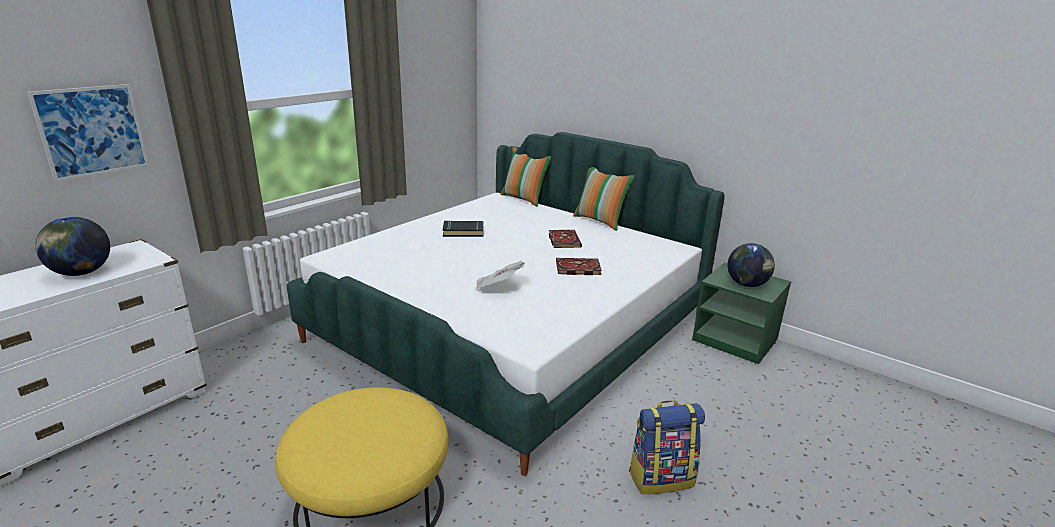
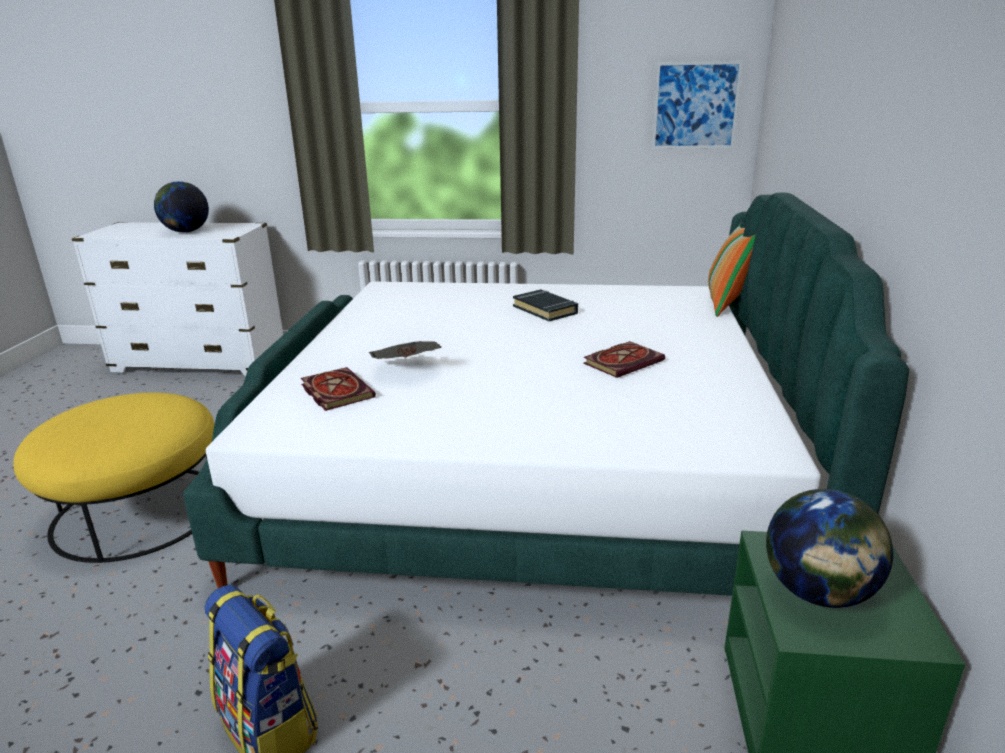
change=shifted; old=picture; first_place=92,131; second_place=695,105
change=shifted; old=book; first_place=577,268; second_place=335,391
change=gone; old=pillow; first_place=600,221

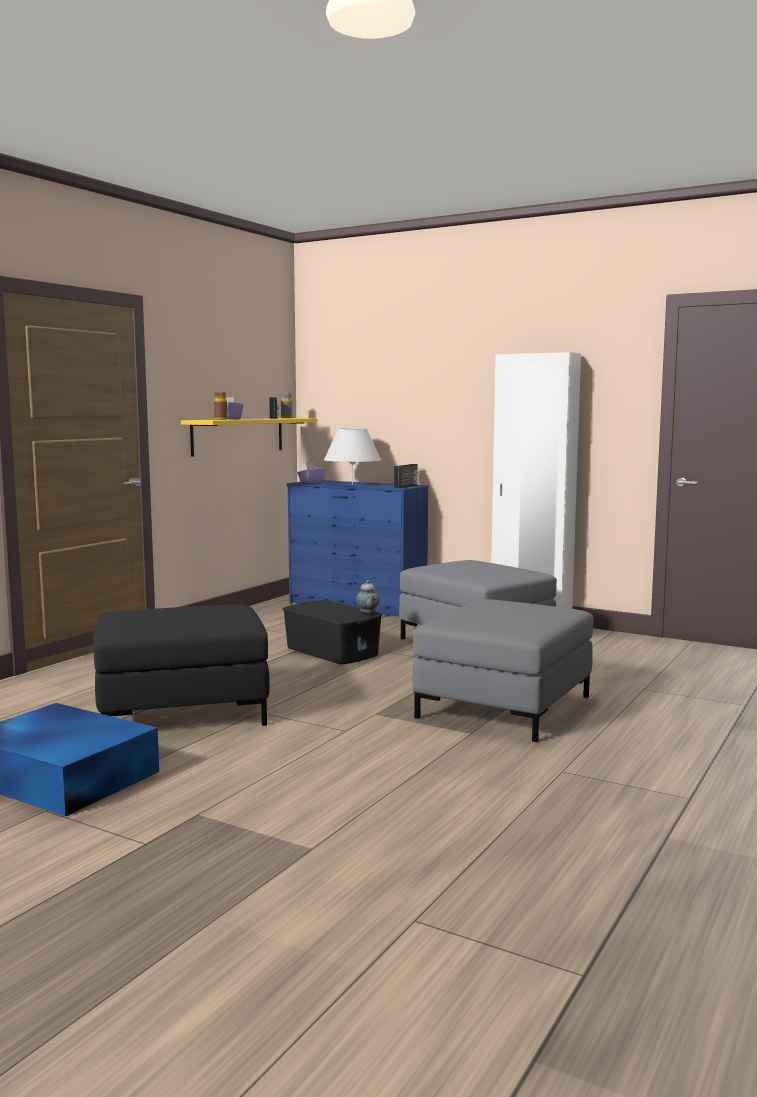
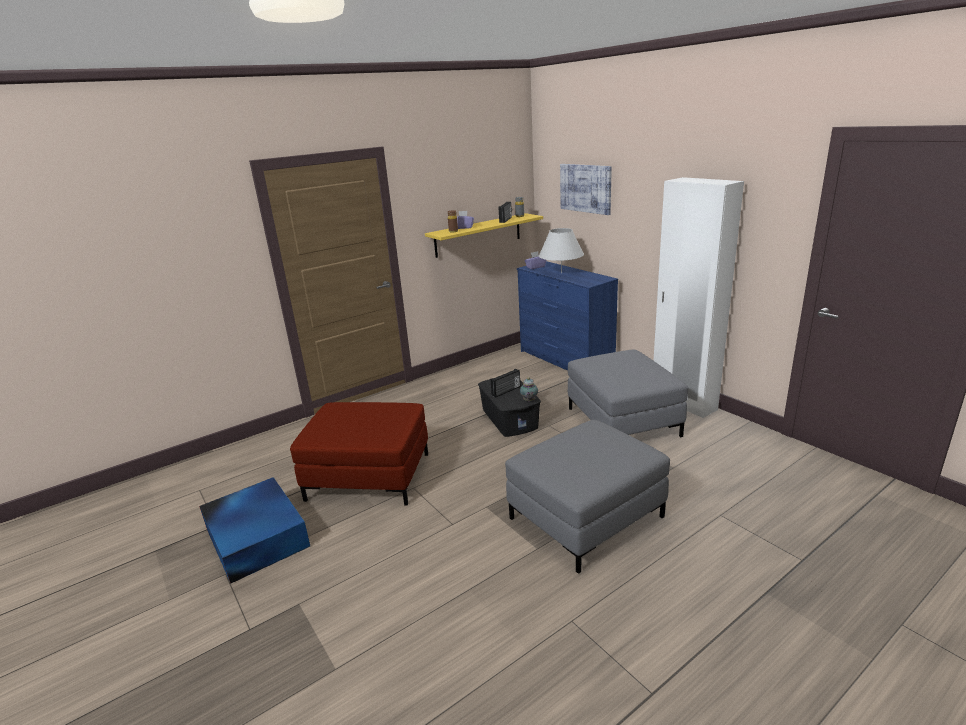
change=repainted; old=black ottoman; new=red ottoman; first_place=183,710; second_place=370,476
change=shifted; old=radio; first_place=406,486; second_place=506,391
change=new; new=picture; second_place=585,188

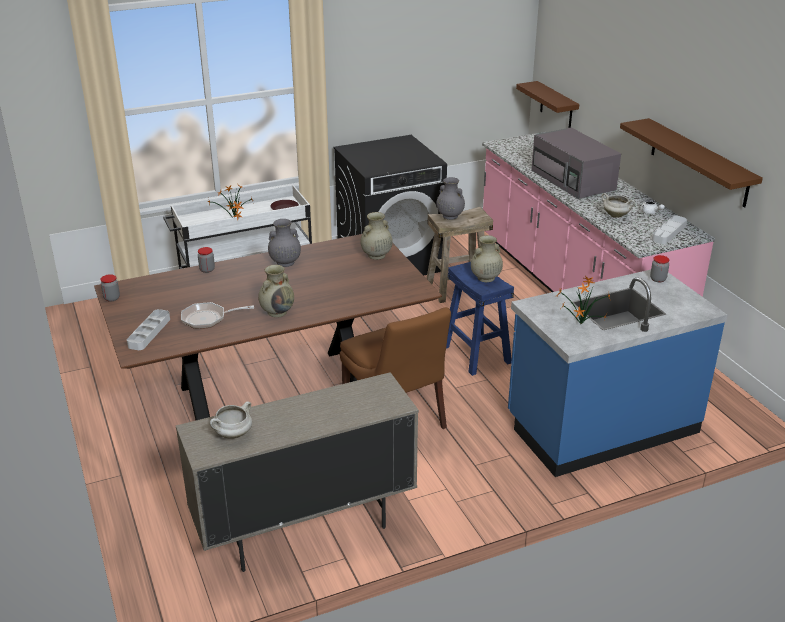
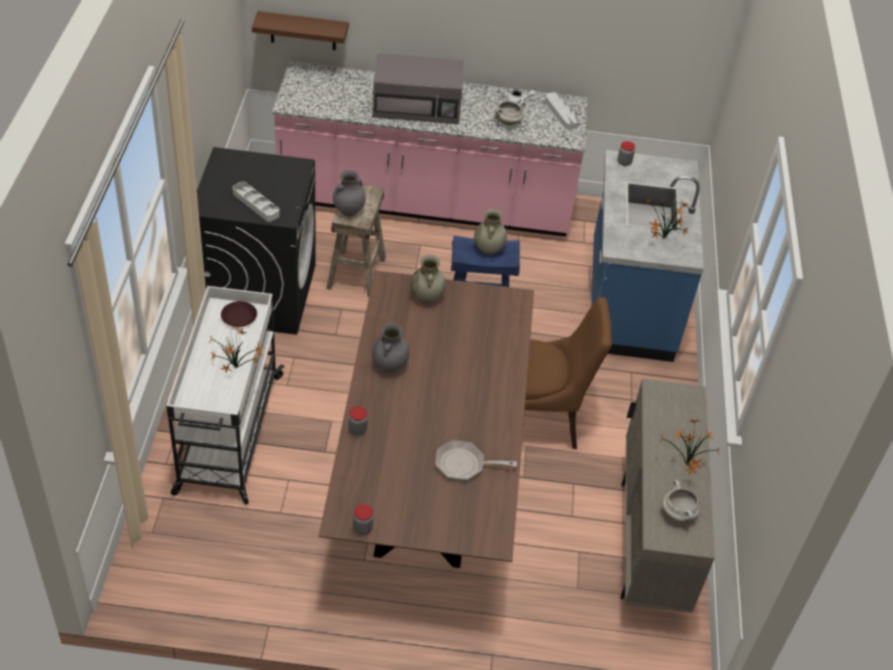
change=shifted; old=grey tray; first_place=149,332; second_place=256,204
change=rotated; old=frying pan; first_place=208,319; second_place=464,464; degrees=75
change=gone; old=beige vase; first_place=277,312
change=gone; old=brown shelf; first_place=699,162
change=new; new=potted plant; second_place=686,466

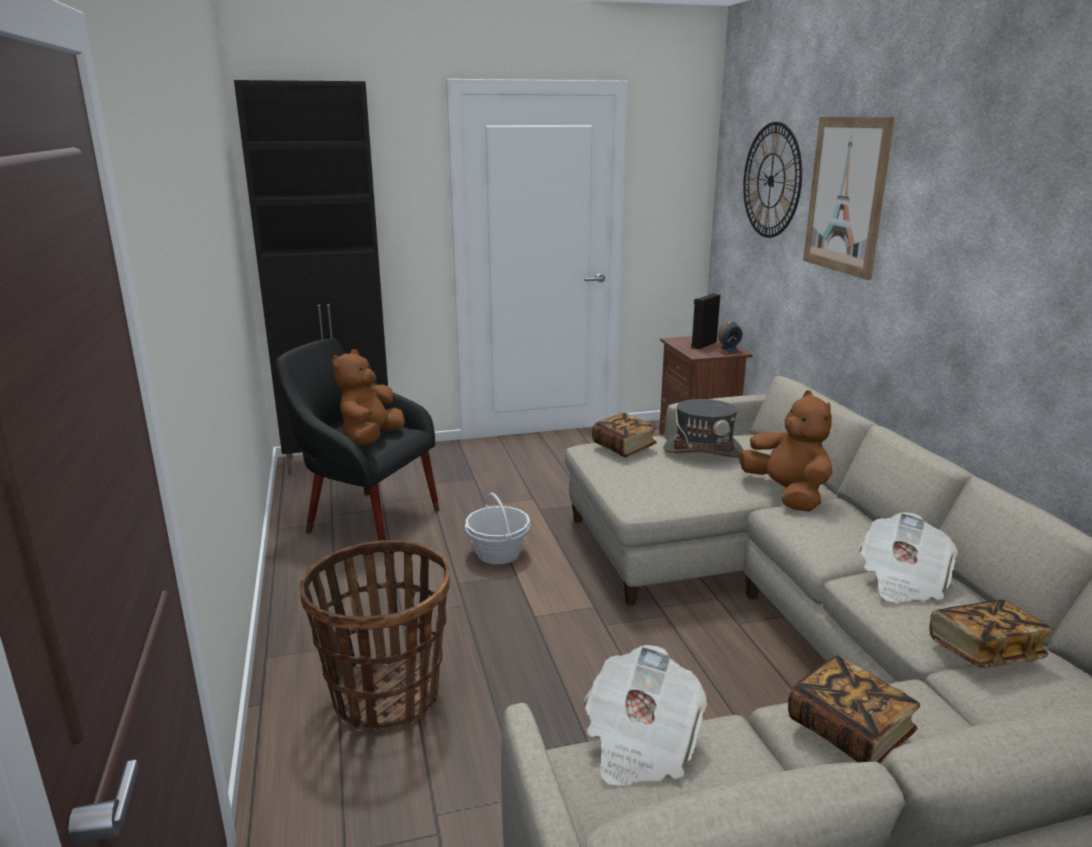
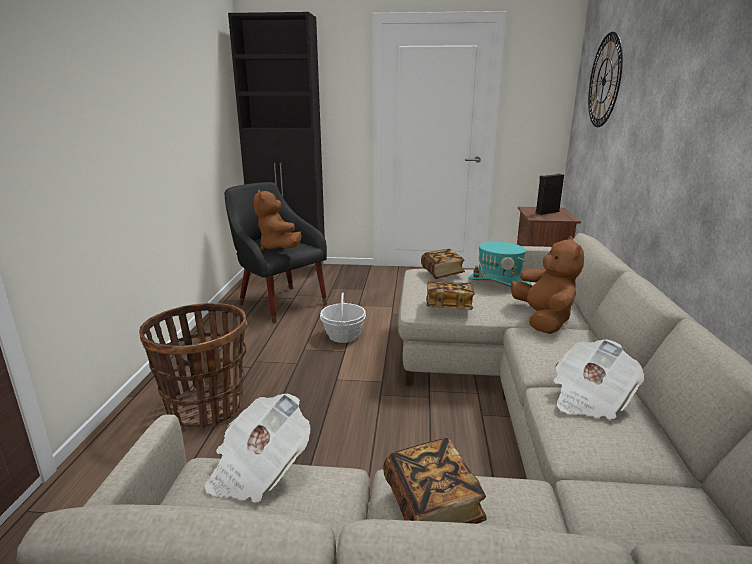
change=rotated; old=brown plush toy; first_place=371,439; second_place=278,248; degrees=-60
change=repainted; old=grey hat; new=turquoise hat; first_place=703,451; second_place=499,282
change=gone; old=alarm clock; first_place=728,351
change=gone; old=picture; first_place=846,195
change=shifted; old=book; first_place=984,651; second_place=448,306

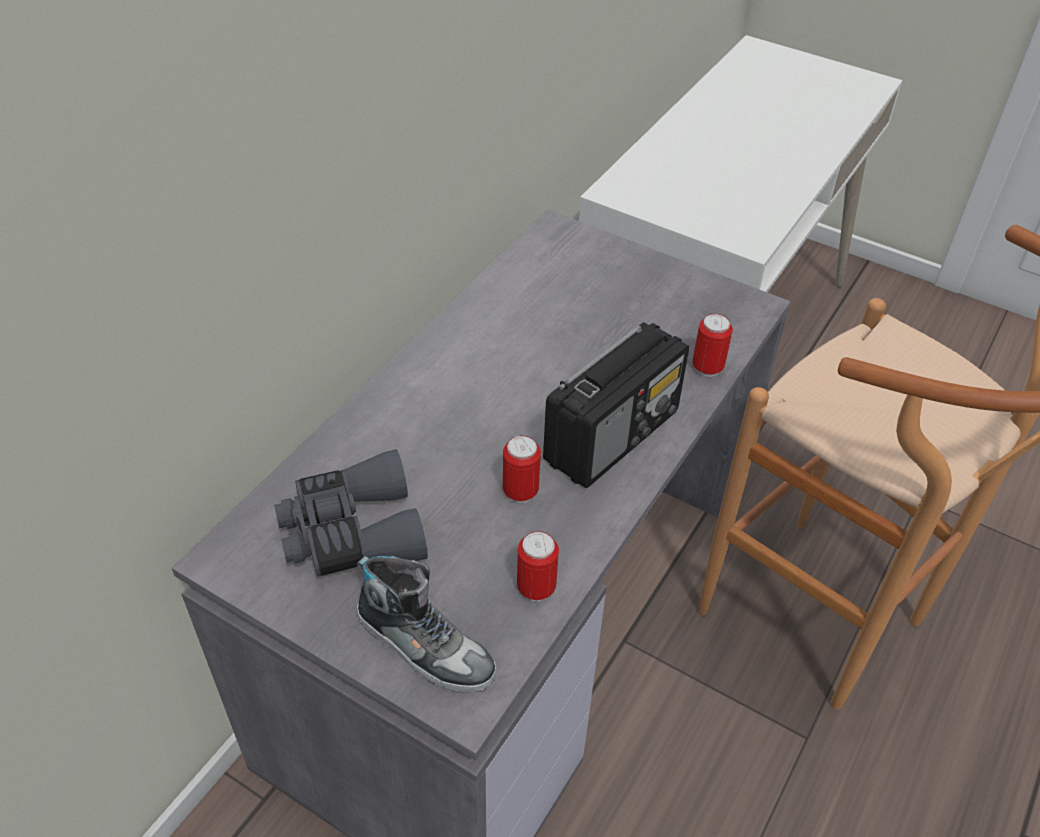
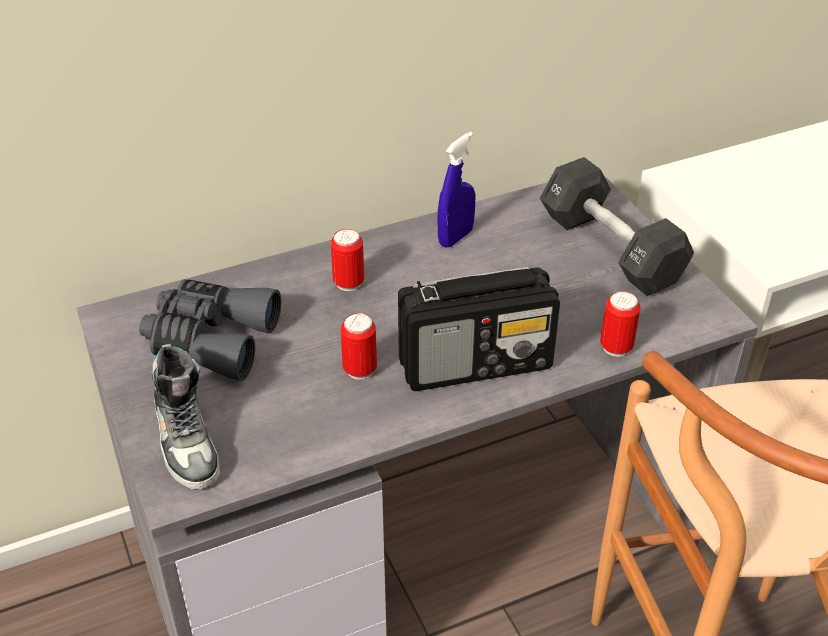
change=shifted; old=can; first_place=536,588; second_place=348,283
change=new; new=blue spray bottle; second_place=455,237
change=new; new=black dumbbell; second_place=610,249

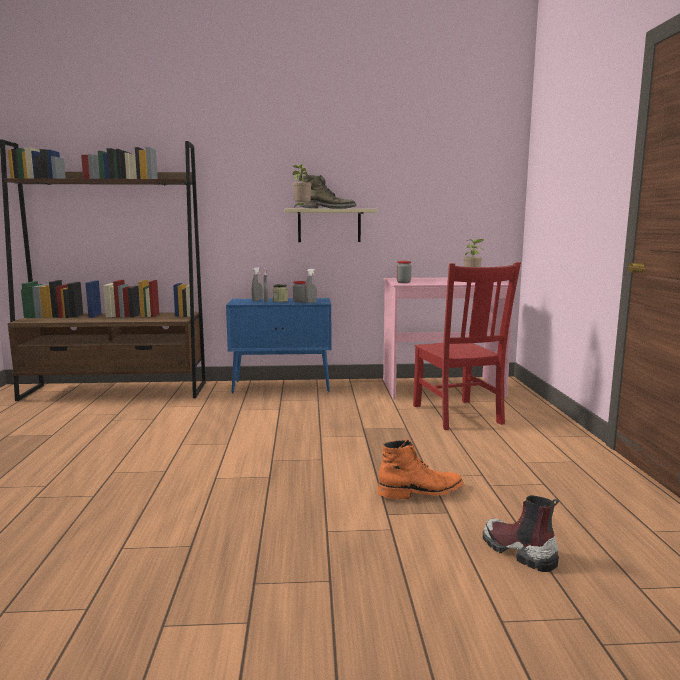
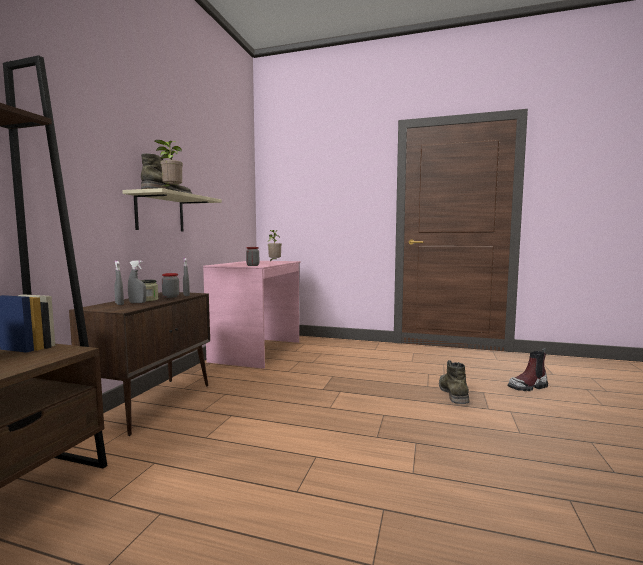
change=repainted; old=blue cabinet; new=brown cabinet; first_place=282,386; second_place=154,403
change=repainted; old=orange boot; new=green boot; first_place=421,492; second_place=453,393
change=gone; old=red chair; first_place=458,415

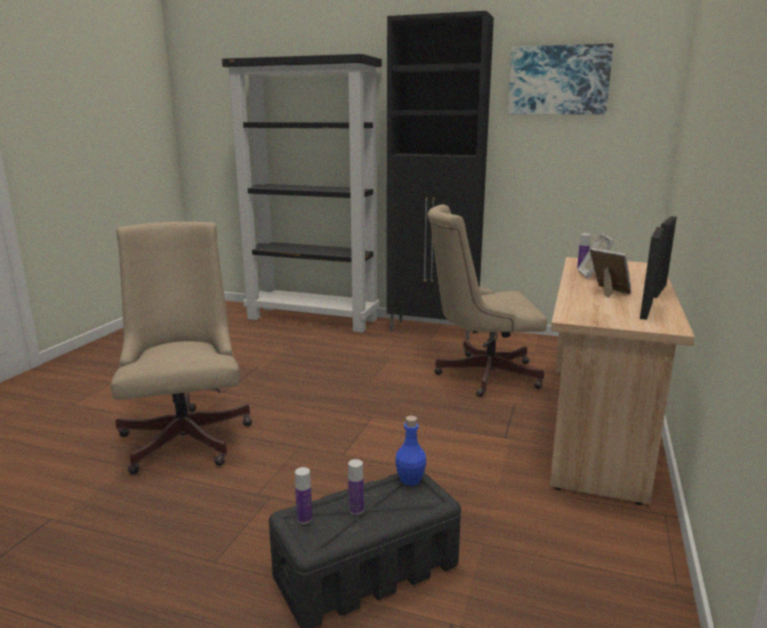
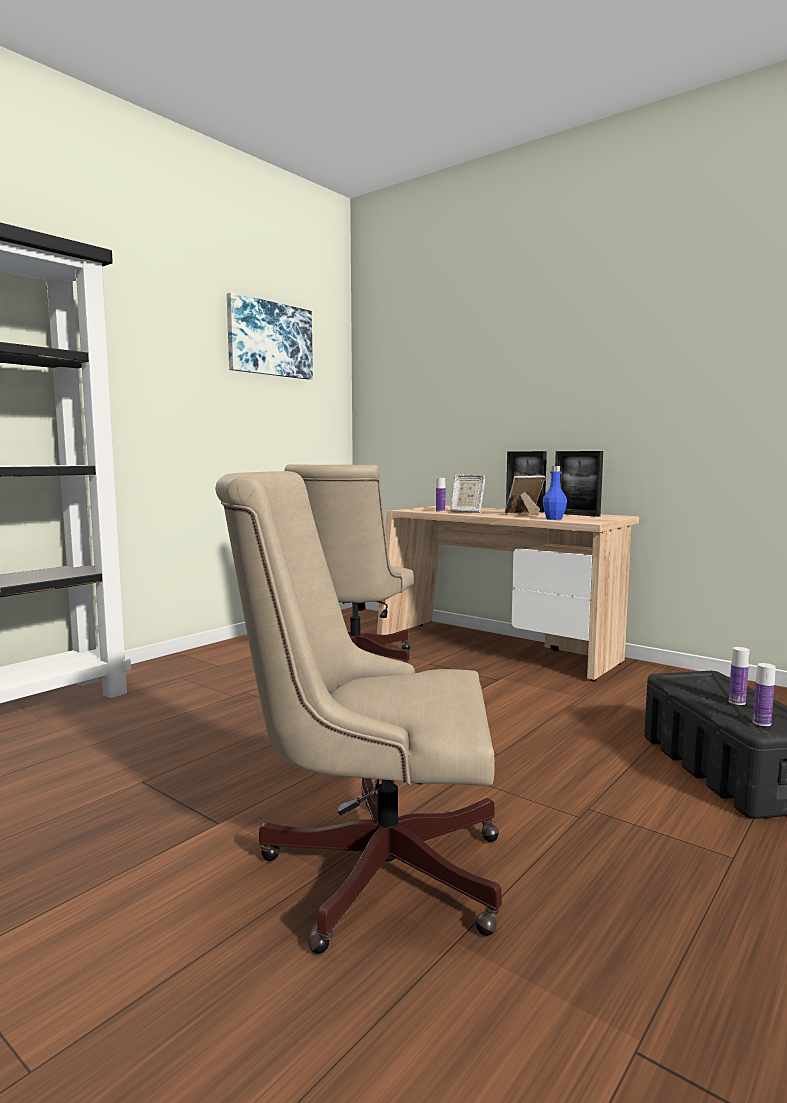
change=gone; old=black cabinet; first_place=433,330
change=shifted; old=blue bottle; first_place=410,480; second_place=554,519

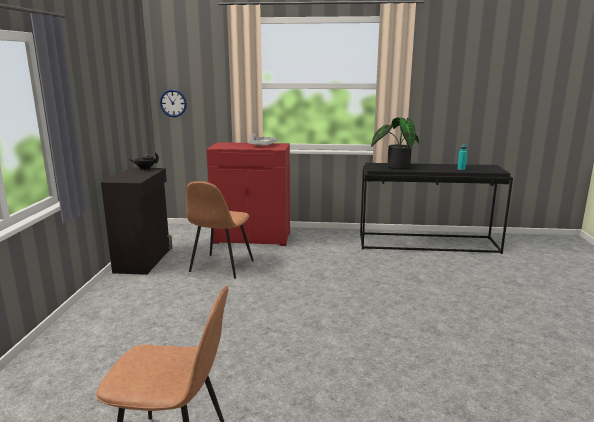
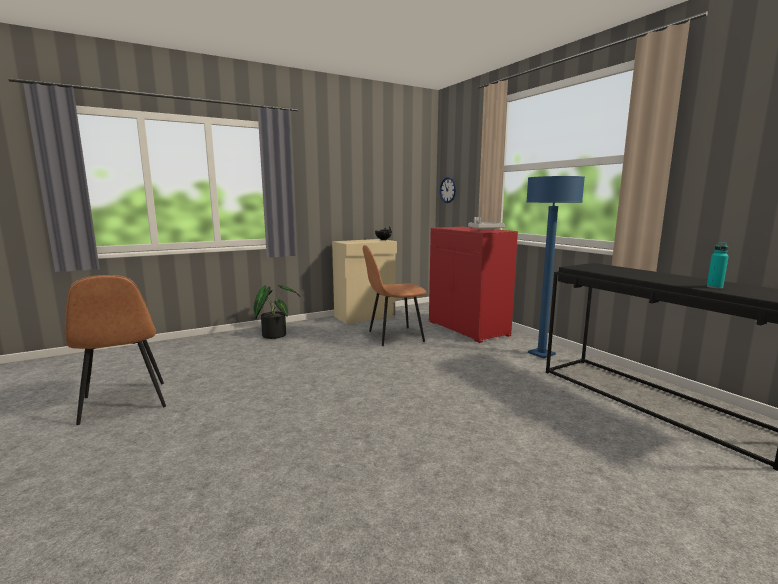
change=repainted; old=black cabinet; new=beige cabinet; first_place=144,260; second_place=365,316
change=shifted; old=potted plant; first_place=395,167; second_place=274,334
change=new; new=blue floor lamp; second_place=541,354

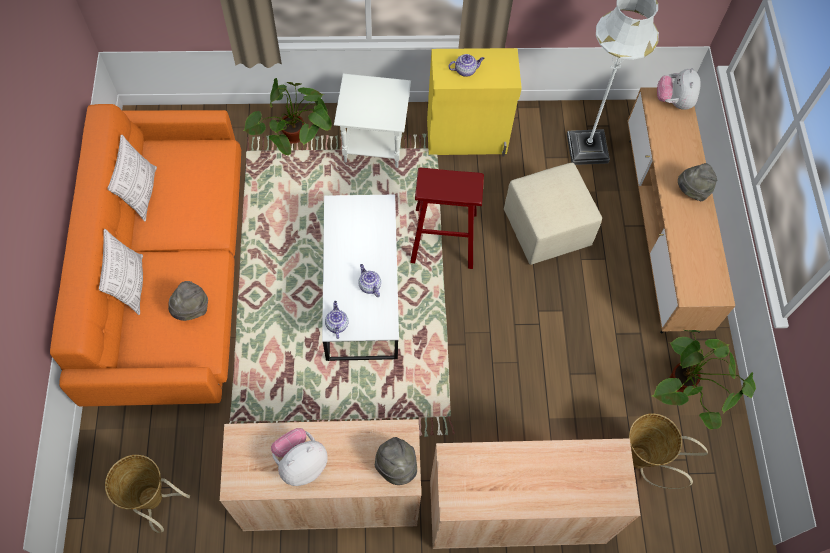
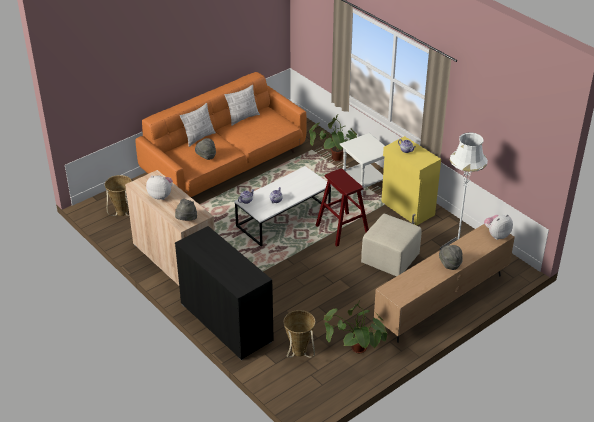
change=repainted; old=beige cabinet; new=black cabinet; first_place=516,511; second_place=226,322

